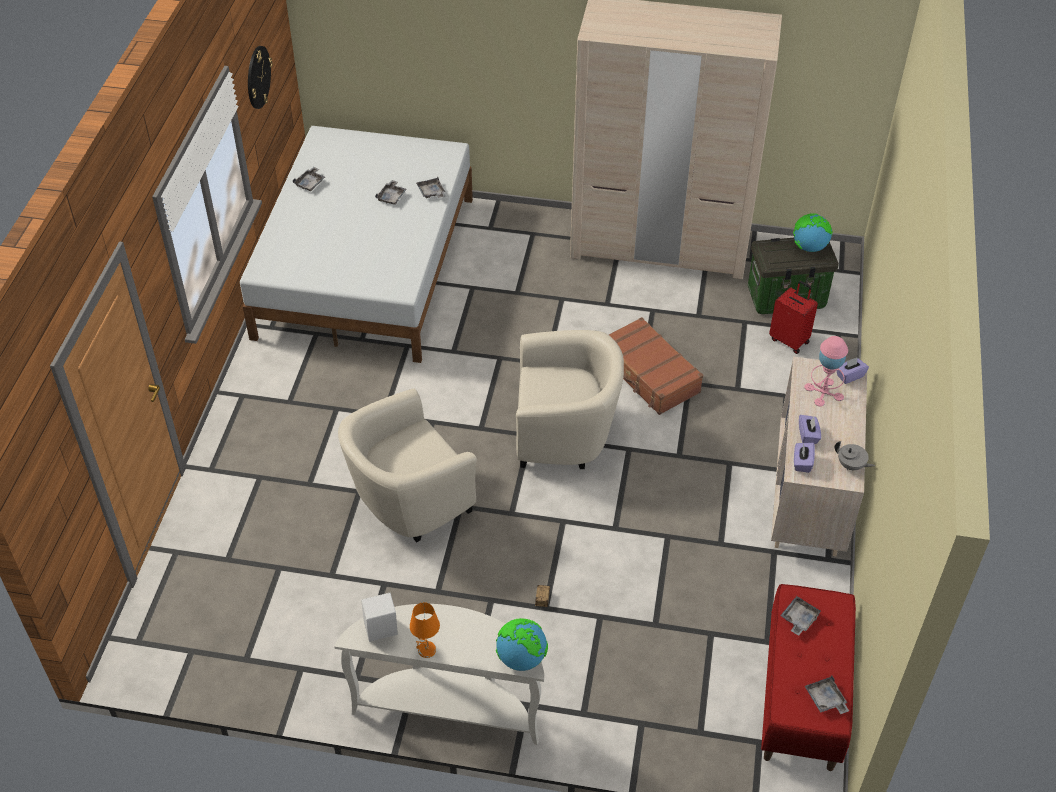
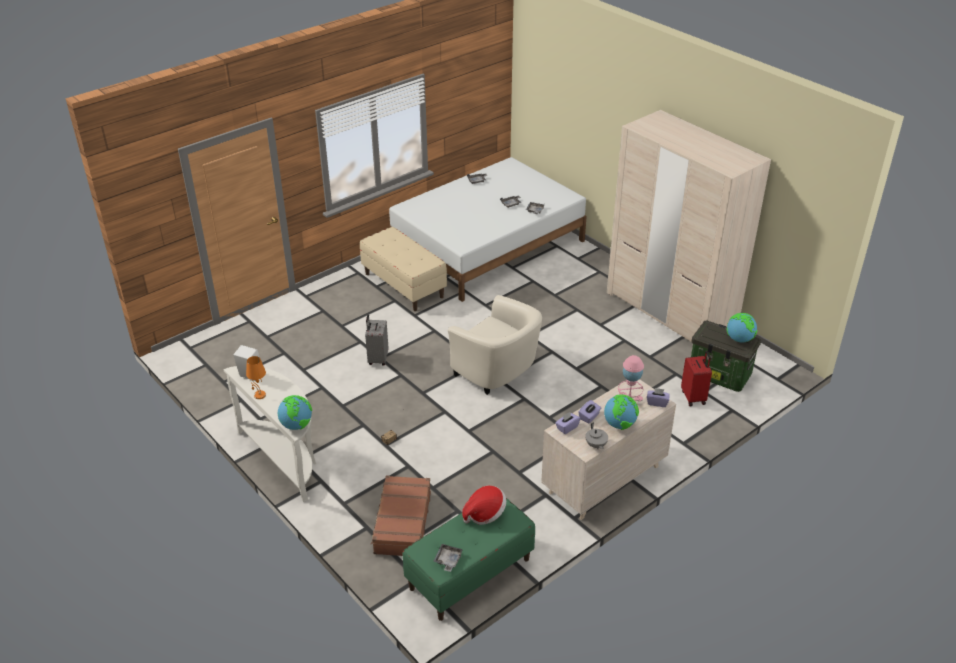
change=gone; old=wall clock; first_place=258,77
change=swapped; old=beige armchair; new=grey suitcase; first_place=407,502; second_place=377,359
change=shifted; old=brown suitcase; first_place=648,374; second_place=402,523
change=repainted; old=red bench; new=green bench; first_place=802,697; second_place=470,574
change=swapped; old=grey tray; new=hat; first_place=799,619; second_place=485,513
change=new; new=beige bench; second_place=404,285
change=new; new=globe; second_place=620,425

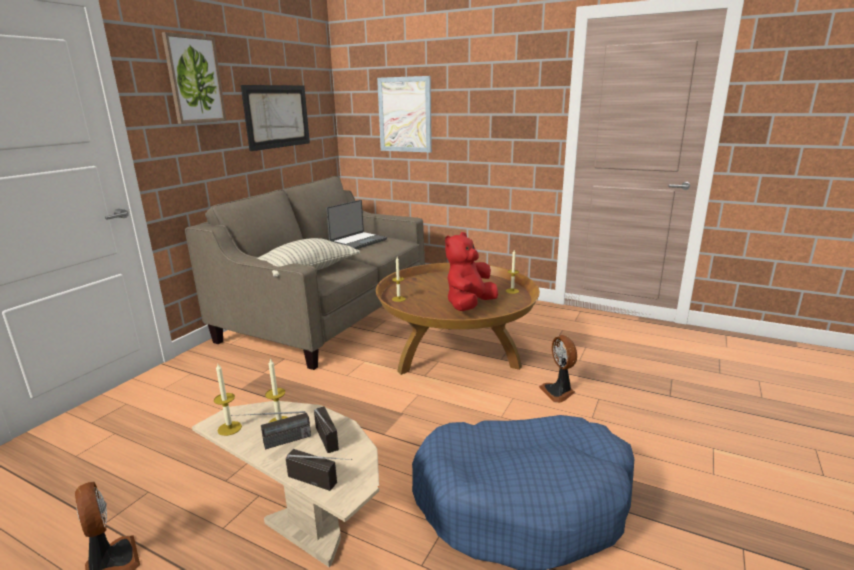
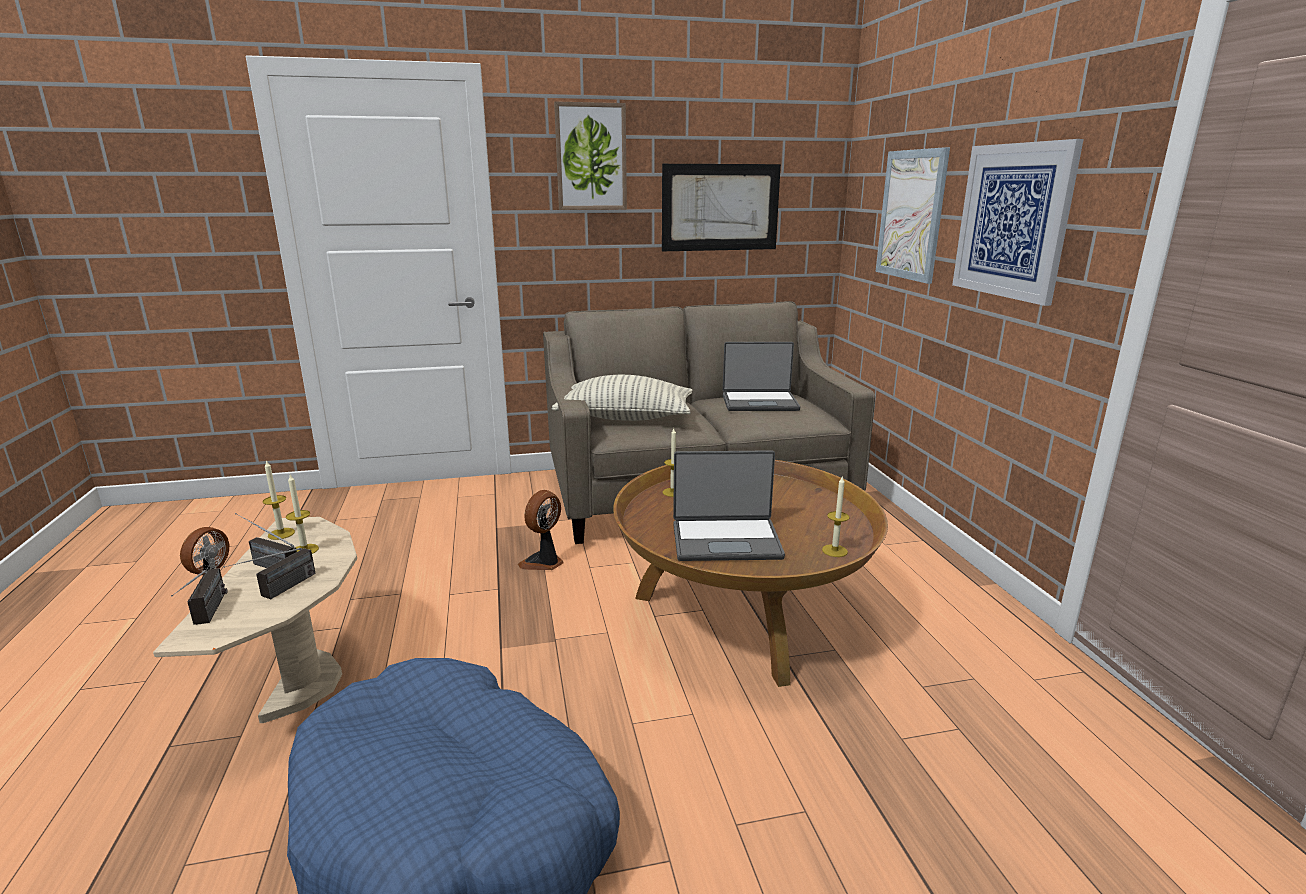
change=swapped; old=red plush toy; new=laptop; first_place=469,306; second_place=726,540
change=shifted; old=fan; first_place=558,392; second_place=544,562
change=new; new=picture; second_place=1012,221

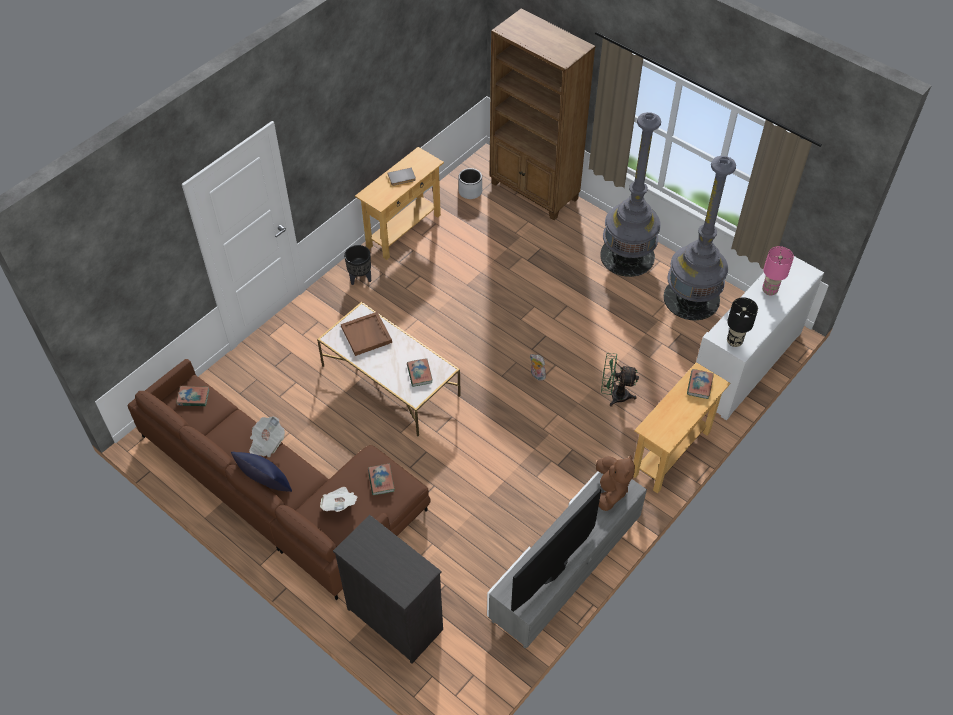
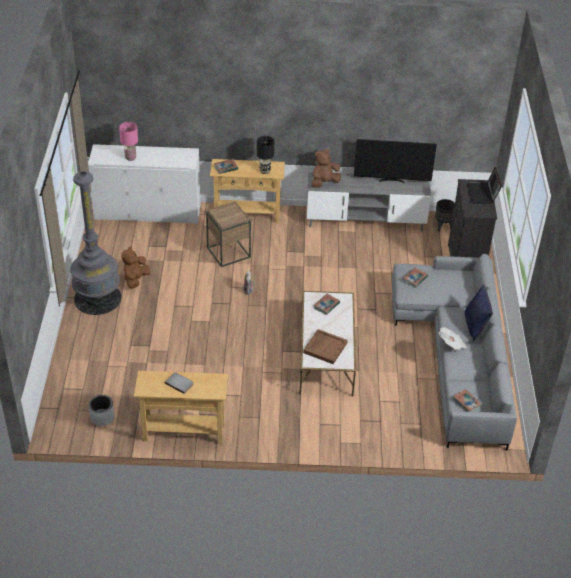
change=repainted; old=brown sofa; new=grey sofa; first_place=282,491; second_place=456,354
change=gone; old=newspaper; first_place=339,504
change=shifted; old=black planter; first_place=360,278; second_place=442,227
change=gone; old=brown bookcase; first_place=534,191
change=swapped; old=green fan; new=brown side table; first_place=614,395; second_place=228,252
change=gone; old=grey floor lamp; first_place=691,298
change=shifted; old=black table lamp; first_place=734,342; second_place=265,171
change=new; new=brown plush toy; second_place=136,279
change=new; new=laptop; second_place=482,194

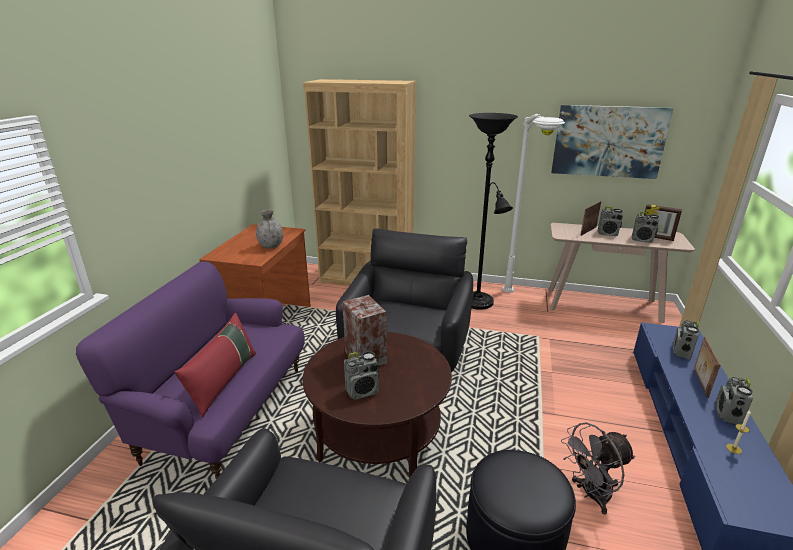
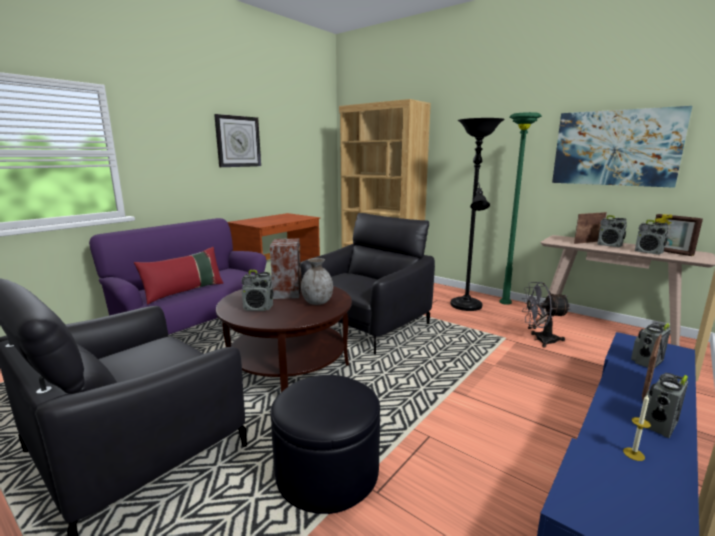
change=shifted; old=grey vase; first_place=271,246; second_place=317,302
change=repainted; old=white floor lamp; new=green floor lamp; first_place=518,308; second_place=503,315
change=shifted; old=grey fan; first_place=591,494; second_place=540,340
change=new; new=wall clock; second_place=238,141

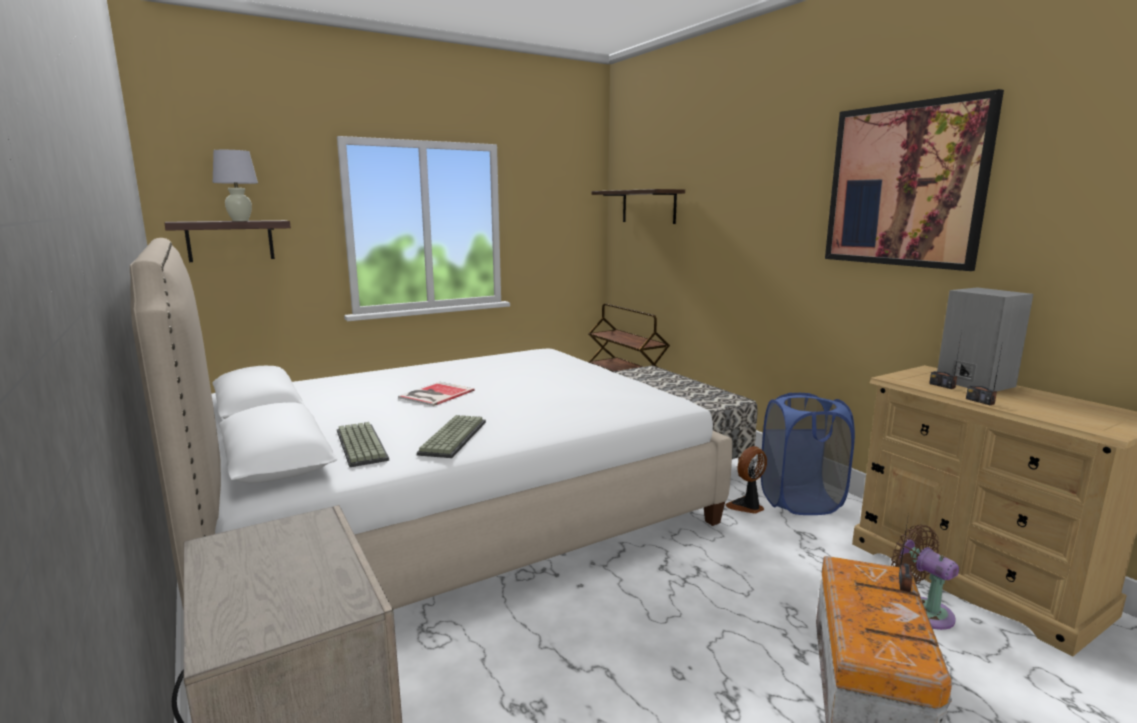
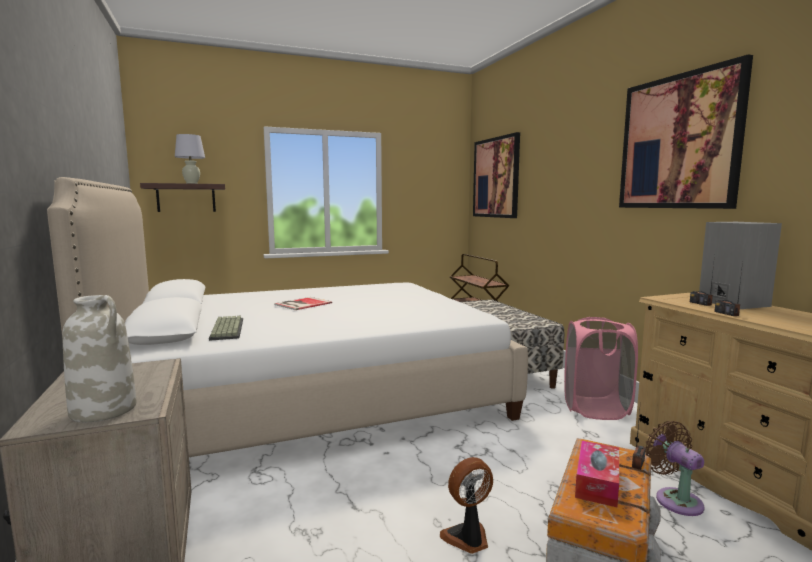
change=gone; old=keyboard; first_place=452,437
change=swapped; old=shelf; new=picture; first_place=648,206; second_place=496,178
change=shifted; old=fan; first_place=747,507; second_place=468,539
change=repainted; old=blue laundry basket; new=pink laundry basket; first_place=800,501; second_place=595,408
change=new; new=white vase; second_place=105,410
change=new; new=tissue box; second_place=597,482

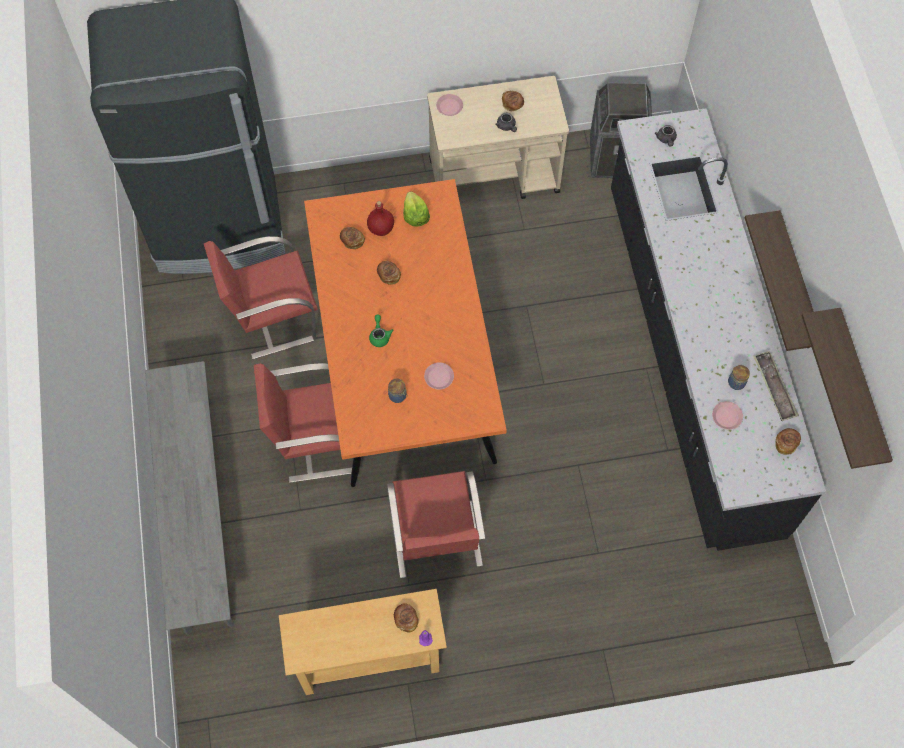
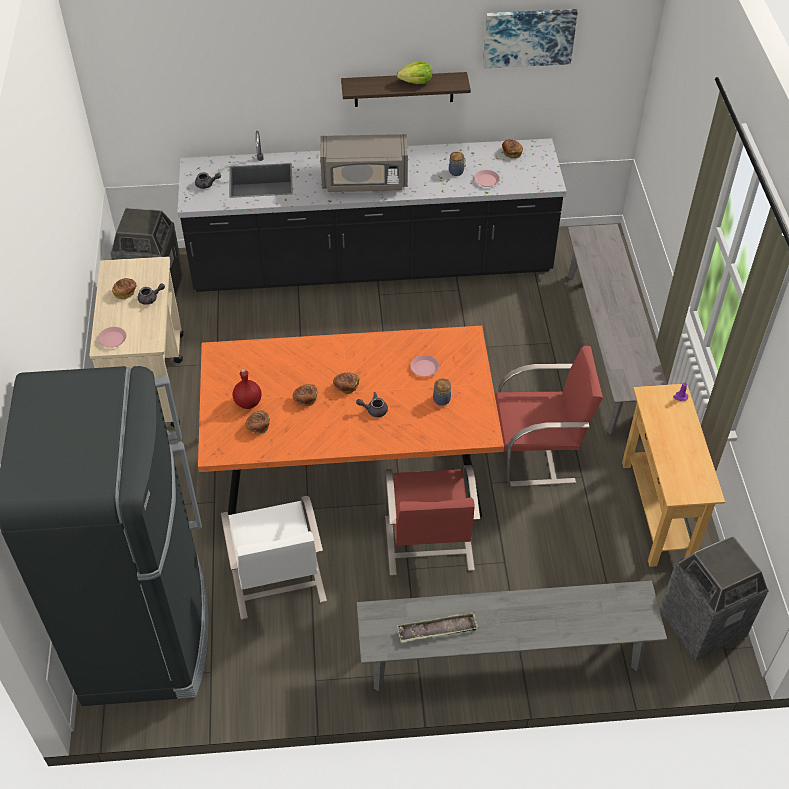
change=repainted; old=red chair; new=white chair; first_place=272,317; second_place=277,581
change=repainted; old=green teapot; new=grey teapot; first_place=379,335; second_place=373,410
change=shifted; old=bread; first_place=406,619; second_place=346,386
change=shifted; old=lettuce; first_place=415,216; second_place=416,82
change=shifted; old=tray; first_place=774,388; second_place=437,630
change=swapped; old=shelf; new=picture; first_place=859,391; second_place=528,37
change=new; new=grey microwave; second_place=364,181
change=new; new=grey bench; second_place=607,348
change=new; new=trash can; second_place=701,624

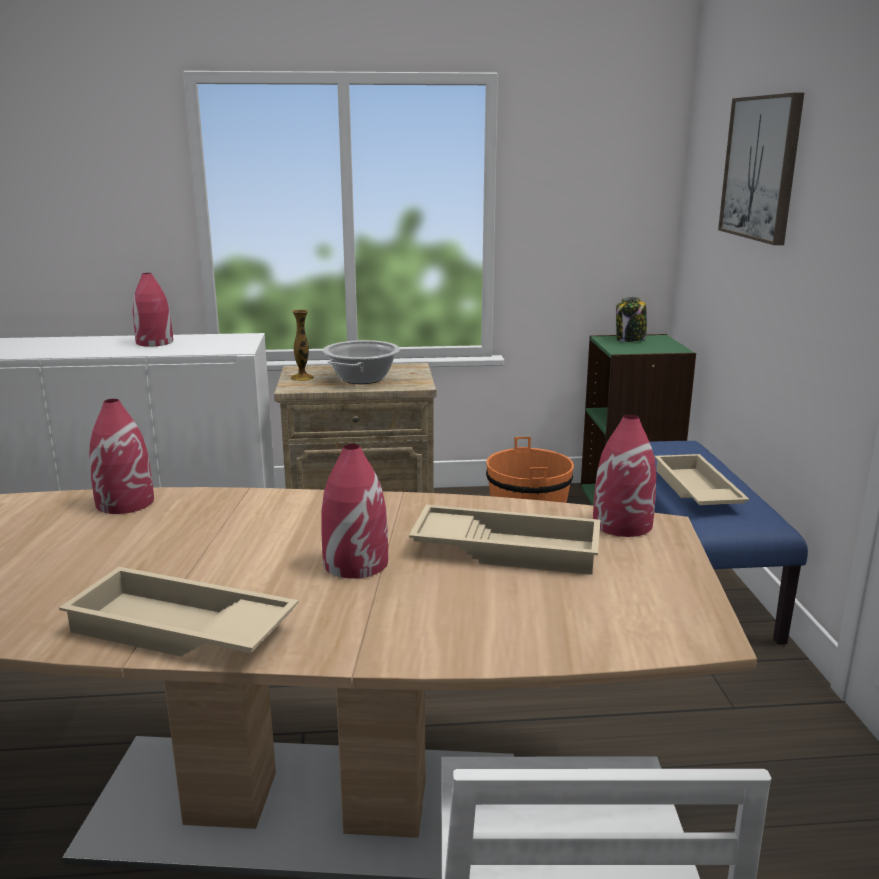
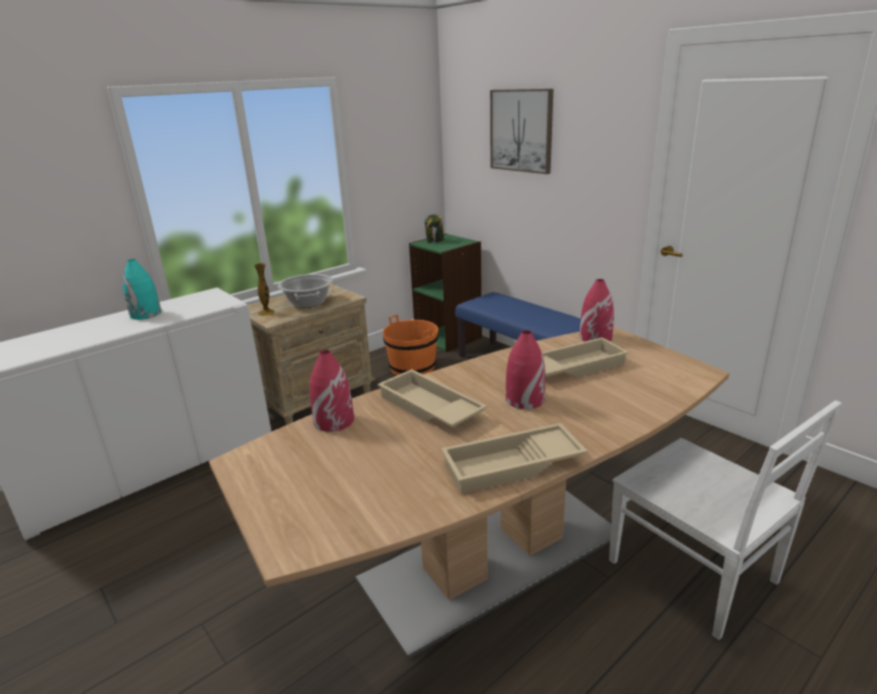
change=repainted; old=red vase; new=turquoise vase; first_place=154,342; second_place=146,314
change=shifted; old=beige tray; first_place=695,490; second_place=428,408

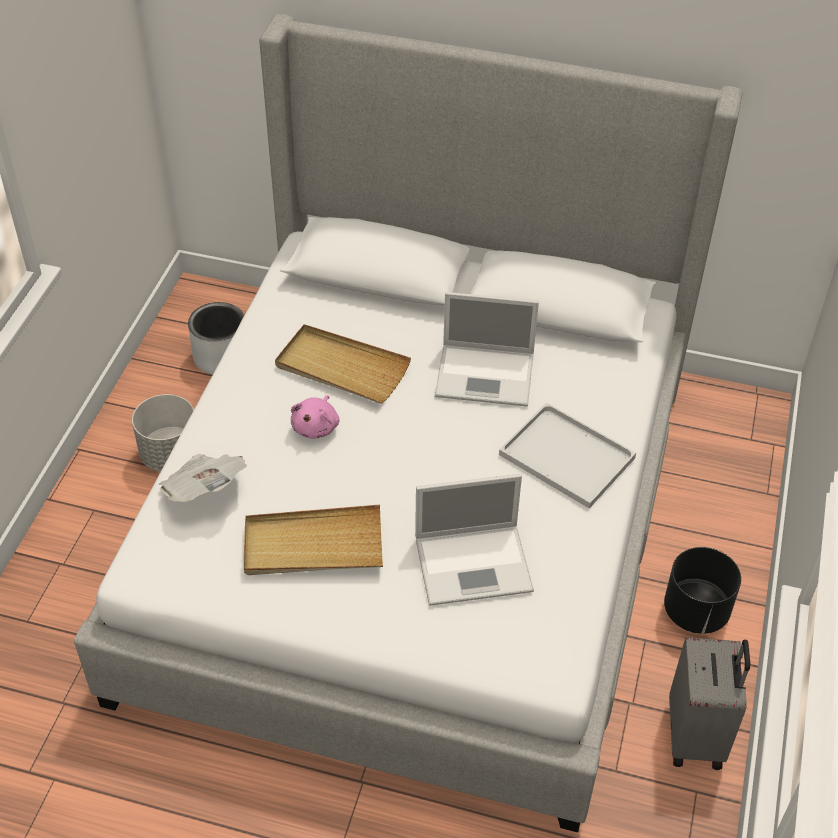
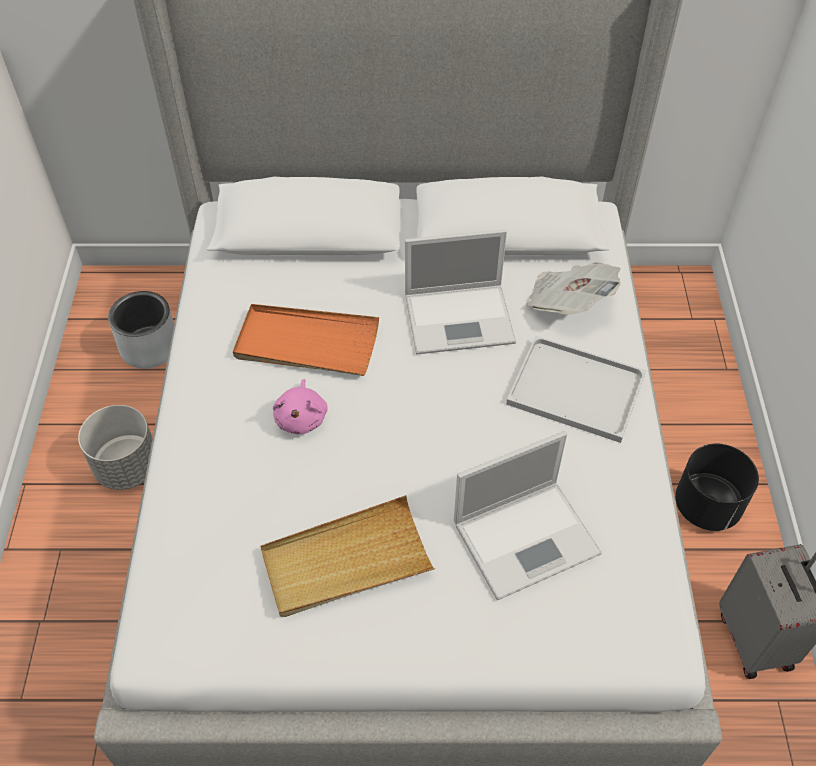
change=shifted; old=newspaper; first_place=205,490; second_place=568,303
change=repainted; old=beige tray; new=orange tray; first_place=341,368; second_place=306,343

